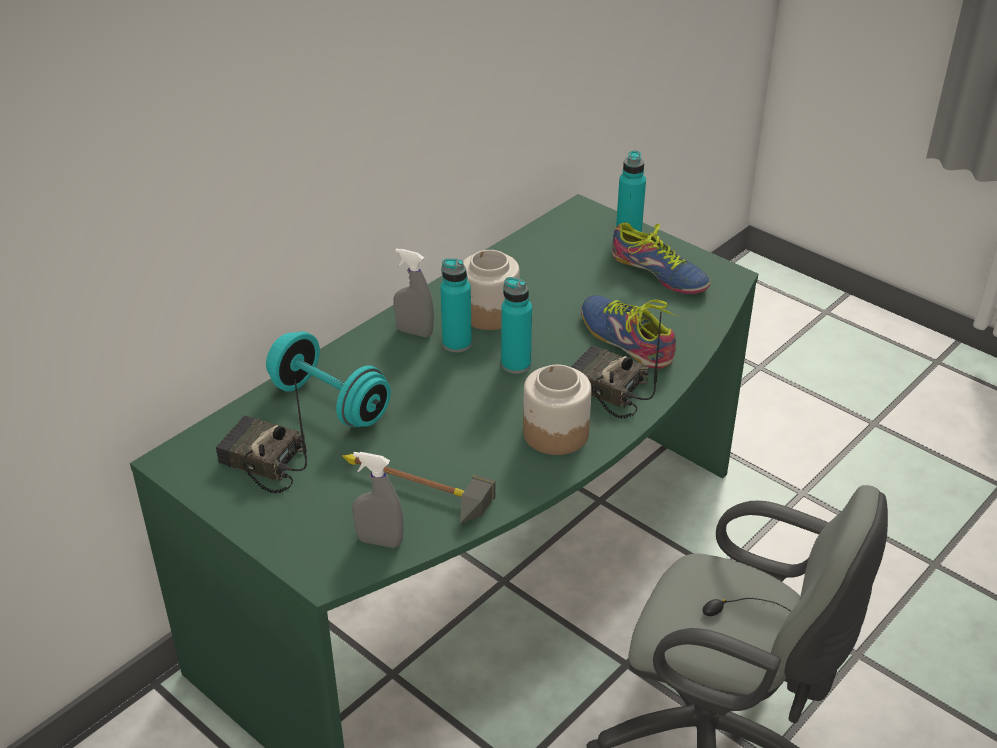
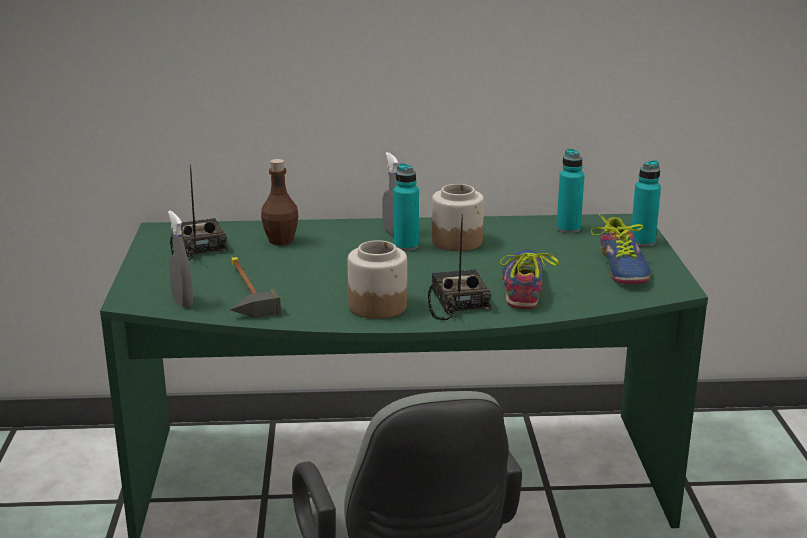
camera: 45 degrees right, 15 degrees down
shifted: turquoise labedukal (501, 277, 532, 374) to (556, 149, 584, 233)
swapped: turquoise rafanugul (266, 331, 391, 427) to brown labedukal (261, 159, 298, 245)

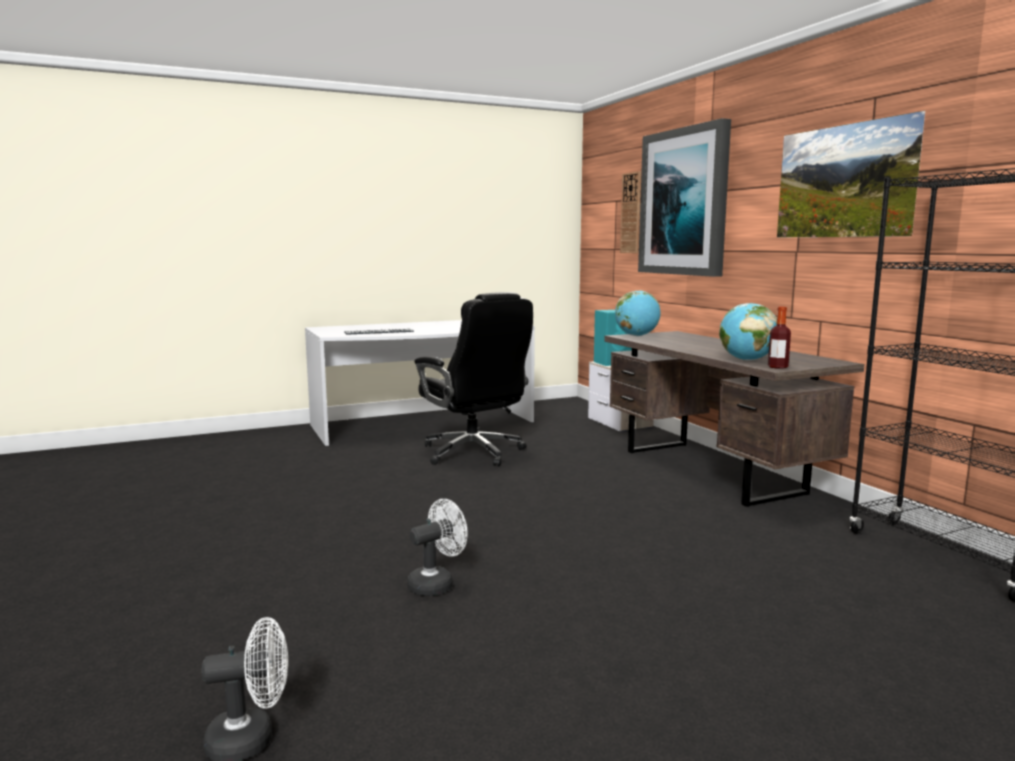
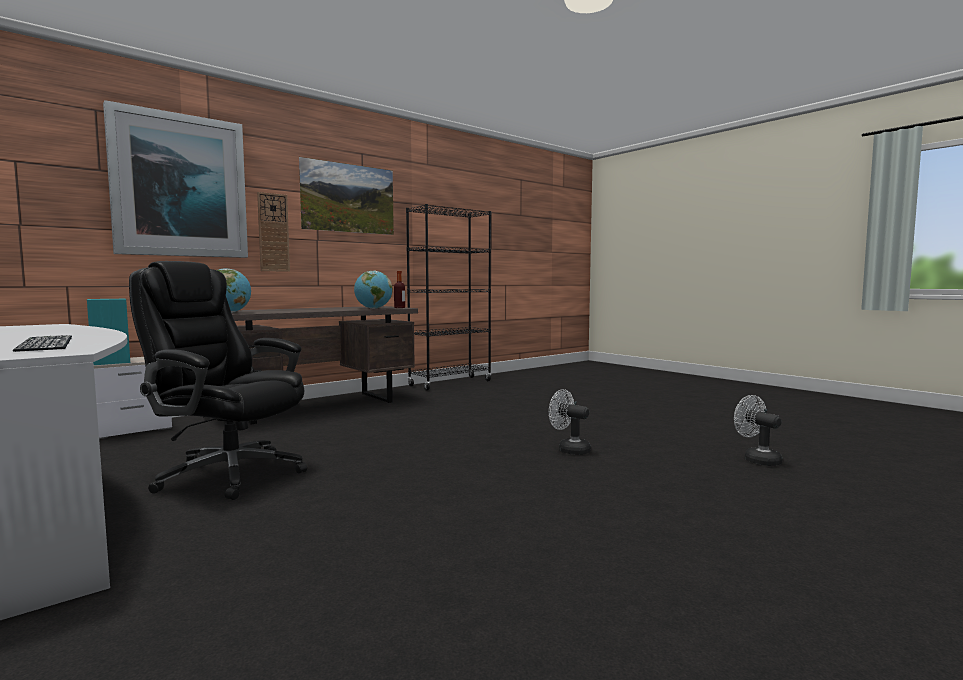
camera: 105 degrees left, 5 degrees down
shifted: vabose (620, 171, 641, 253) to (257, 192, 290, 272)
rotated: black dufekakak (414, 292, 533, 466) = (129, 261, 307, 500) 105 degrees counterclockwise

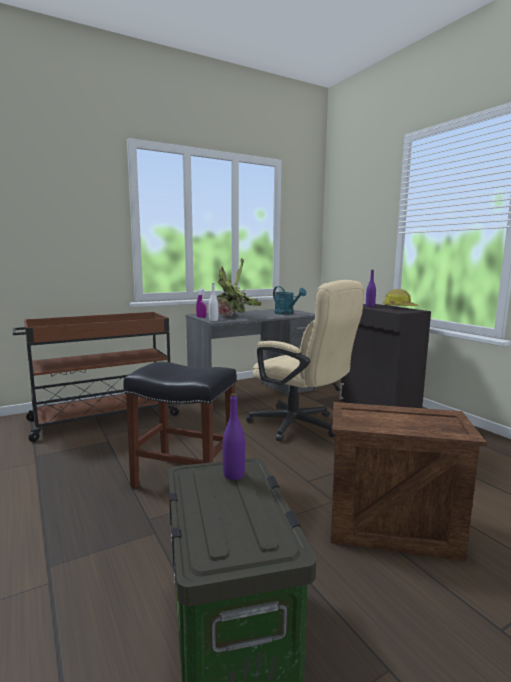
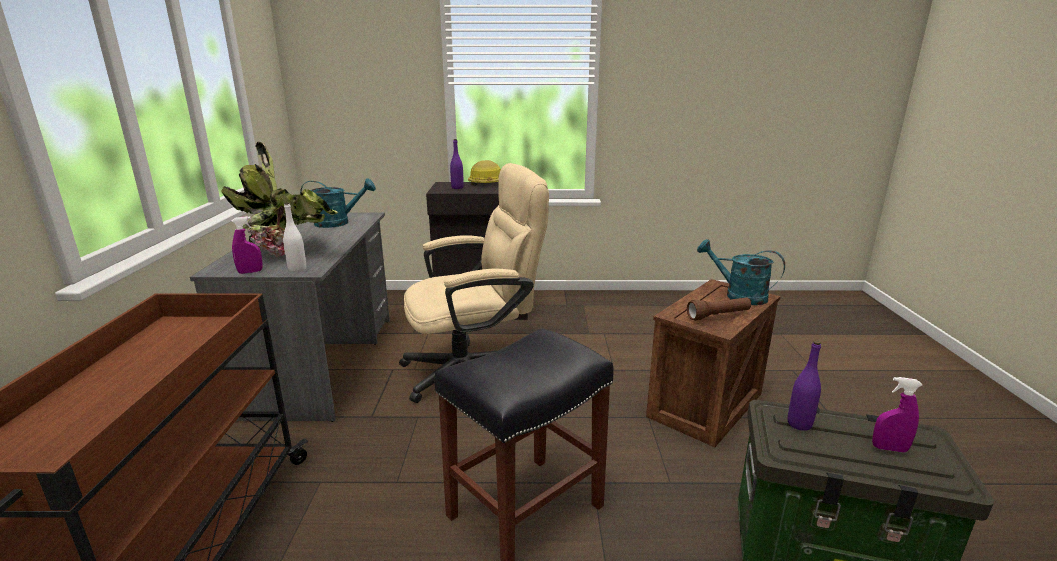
camera: 60 degrees left, 10 degrees up
new: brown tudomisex (687, 297, 751, 321); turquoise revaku (697, 239, 785, 305); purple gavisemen (872, 377, 923, 453)

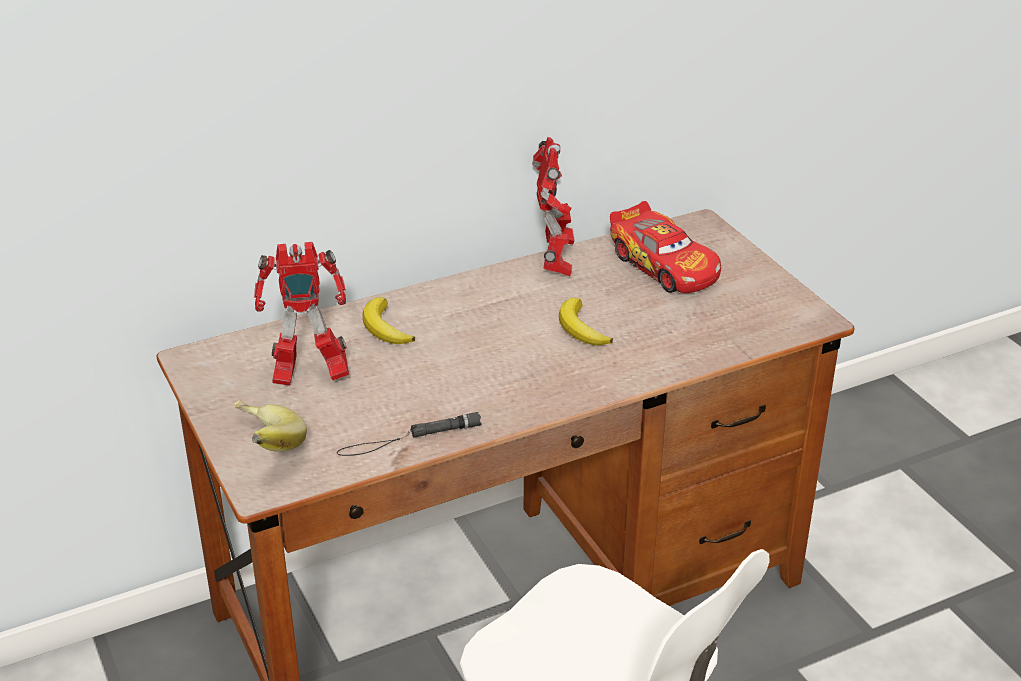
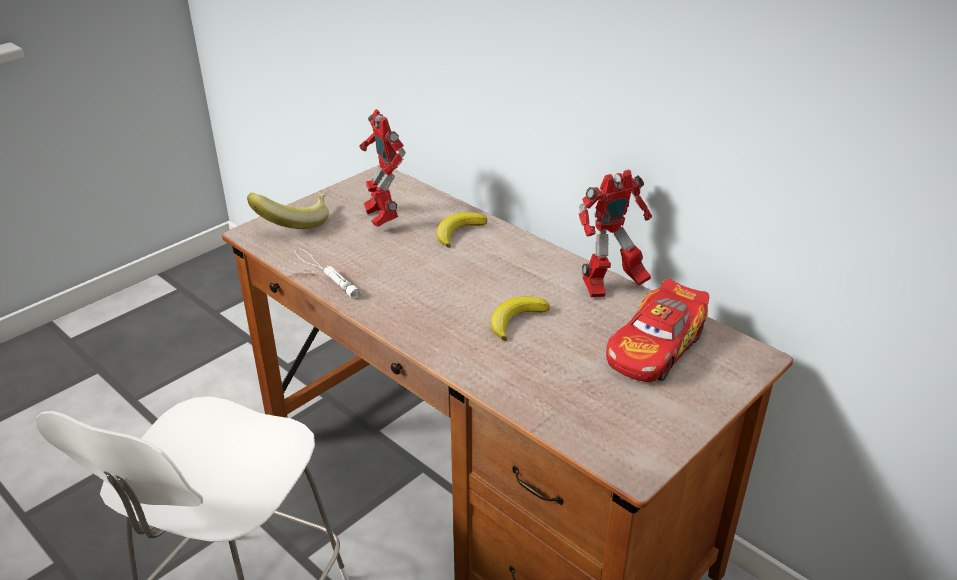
camera: 70 degrees right, 0 degrees up
repainted: black tudomisex (337, 412, 482, 456) to white tudomisex (295, 248, 361, 299)

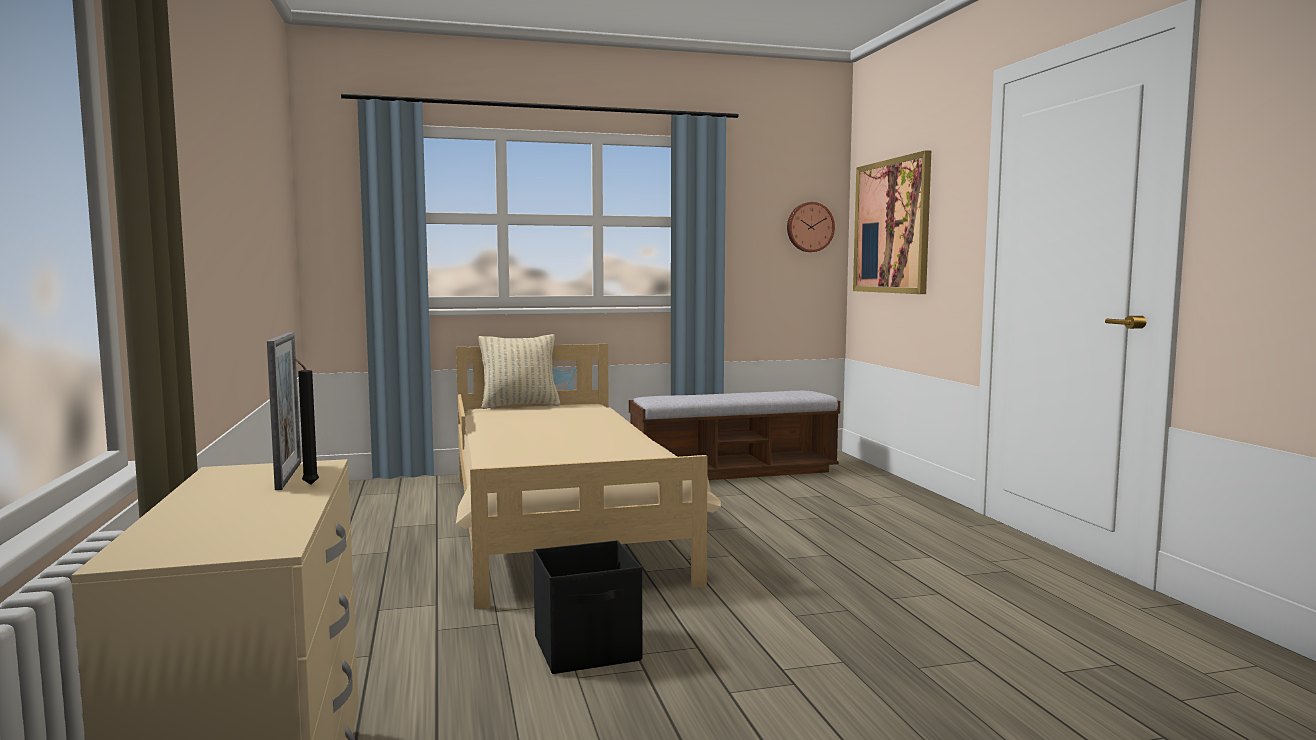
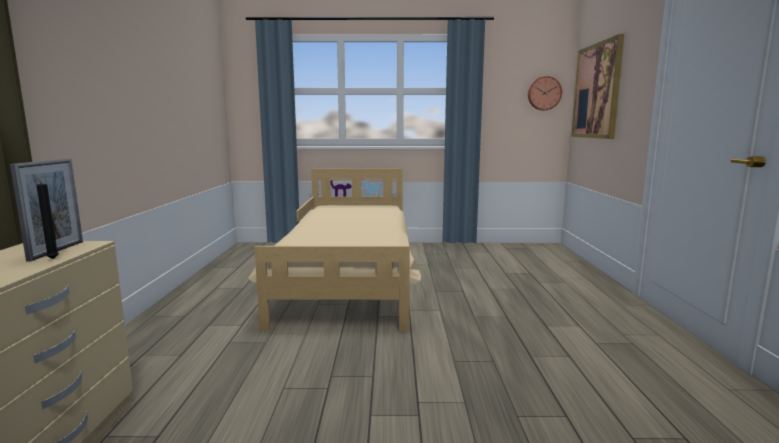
camera: 15 degrees right, 5 degrees up
gone: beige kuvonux (479, 334, 560, 409); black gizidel (533, 540, 642, 674); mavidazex (629, 391, 840, 480)

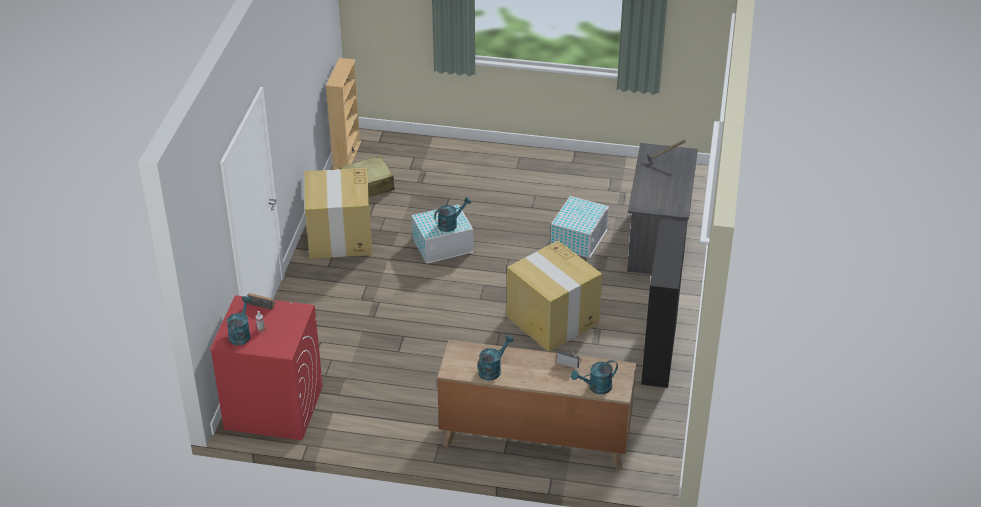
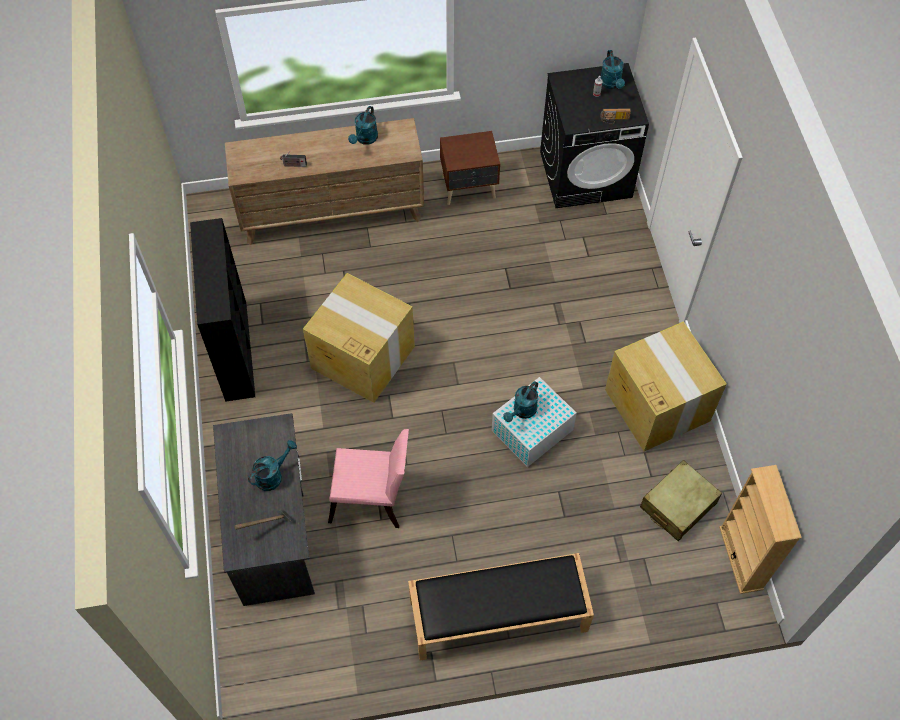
camera: 160 degrees right, 20 degrees up
new: black mavidazex (408, 553, 594, 660); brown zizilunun (440, 131, 500, 205)
shifted: turquoise revaku (571, 360, 618, 394) to (248, 440, 297, 491)
swapped: white gizidel (550, 196, 609, 258) to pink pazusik (328, 429, 409, 528)
repainted: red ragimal (210, 295, 323, 440) to black ragimal (540, 63, 649, 208)

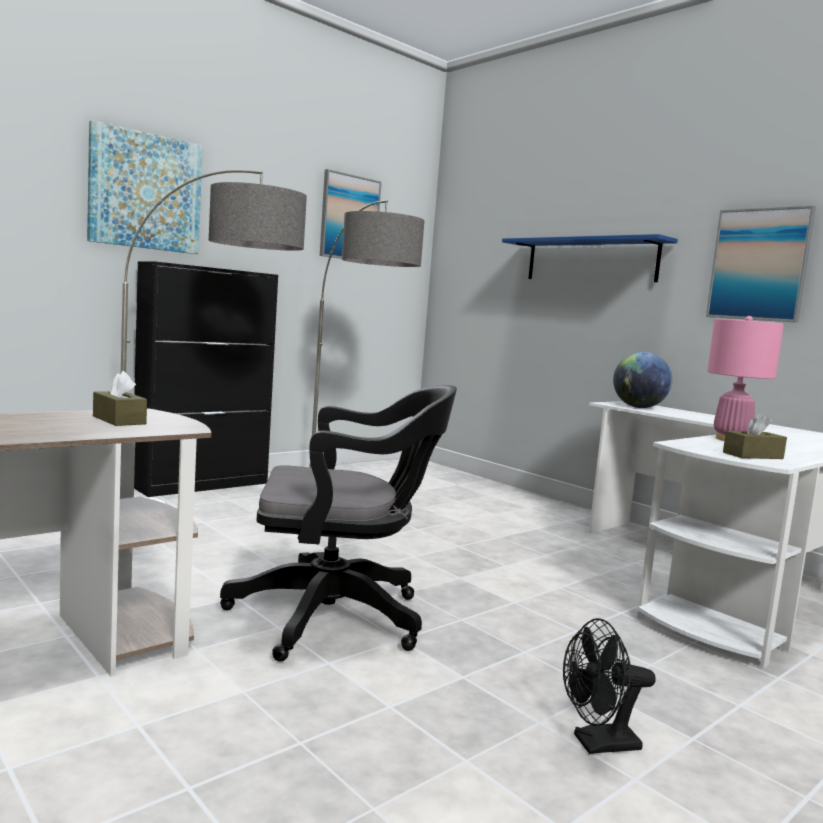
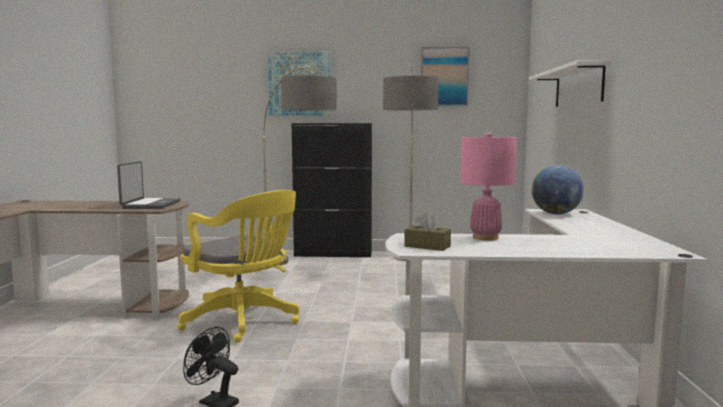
camera: 45 degrees right, 0 degrees up
gone: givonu (706, 206, 816, 323)
swapped: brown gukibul (93, 371, 147, 426) to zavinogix (117, 161, 181, 209)
repainted: black dufekakak (220, 385, 457, 662) to yellow dufekakak (177, 190, 299, 343); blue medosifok (502, 234, 678, 282) to white medosifok (529, 60, 612, 107)

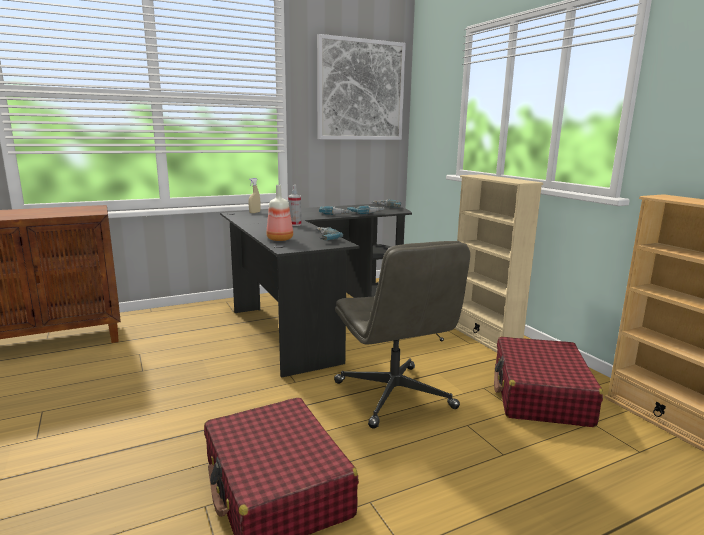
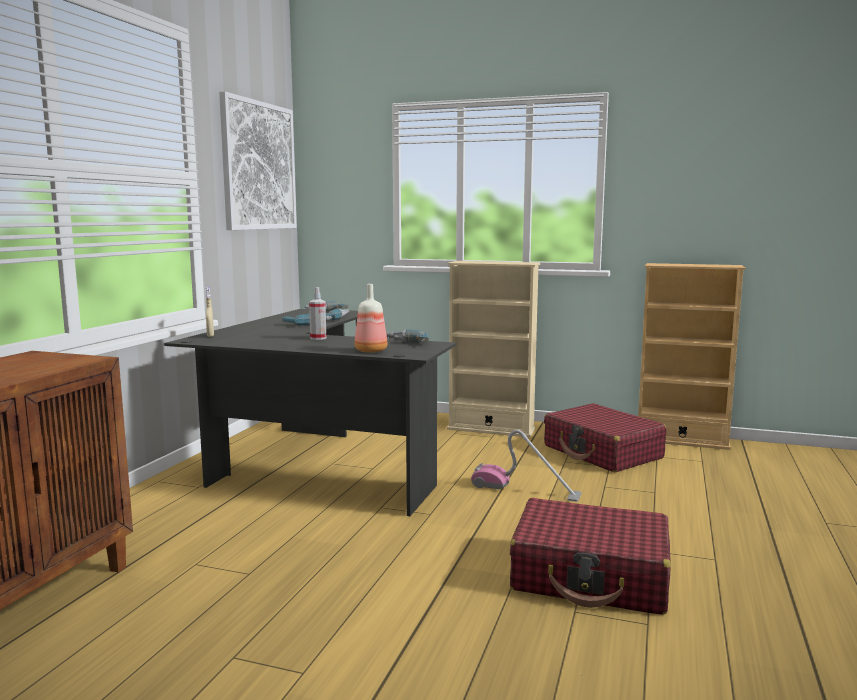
camera: 45 degrees left, 5 degrees down
swapped: grey dufekakak (334, 241, 470, 429) to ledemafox (471, 429, 582, 502)

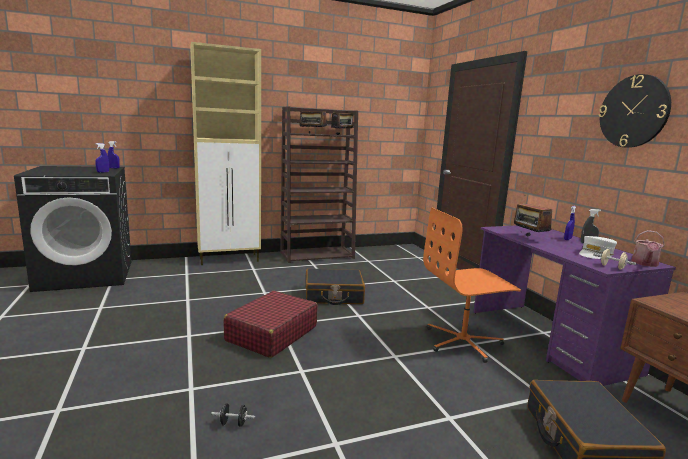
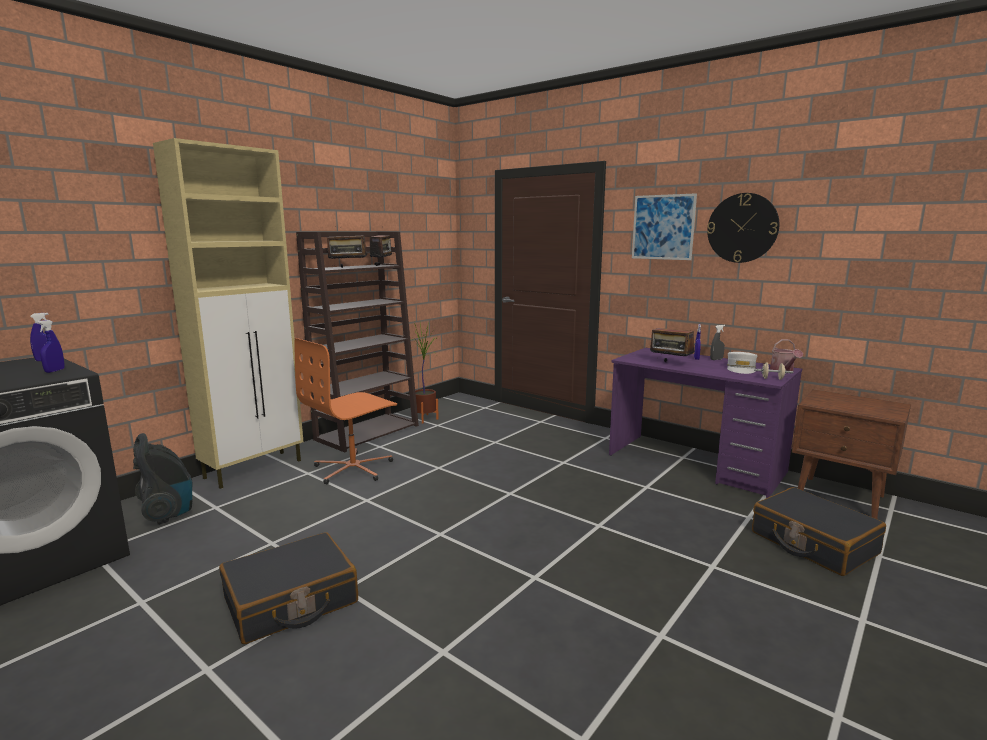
camera: 30 degrees left, 0 degrees up
gone: black rafanugul (211, 403, 256, 427); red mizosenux (224, 291, 318, 358)
new: ledemafox (133, 433, 192, 525); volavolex (411, 322, 439, 423); givonu (632, 193, 697, 260)
shifted: black mizosenux (305, 268, 365, 305) to (219, 532, 358, 644); orange dufekakak (423, 208, 521, 363) to (294, 338, 397, 484)

